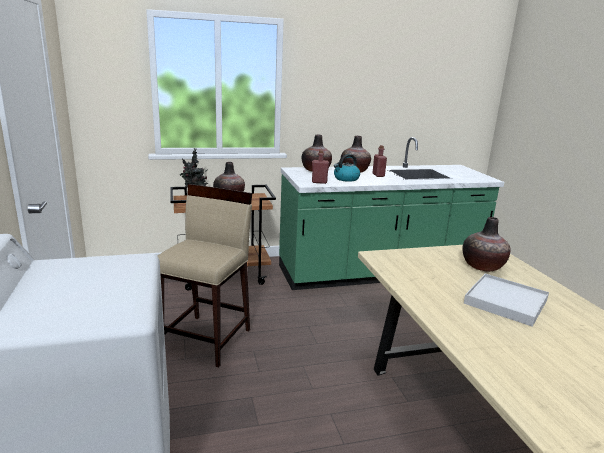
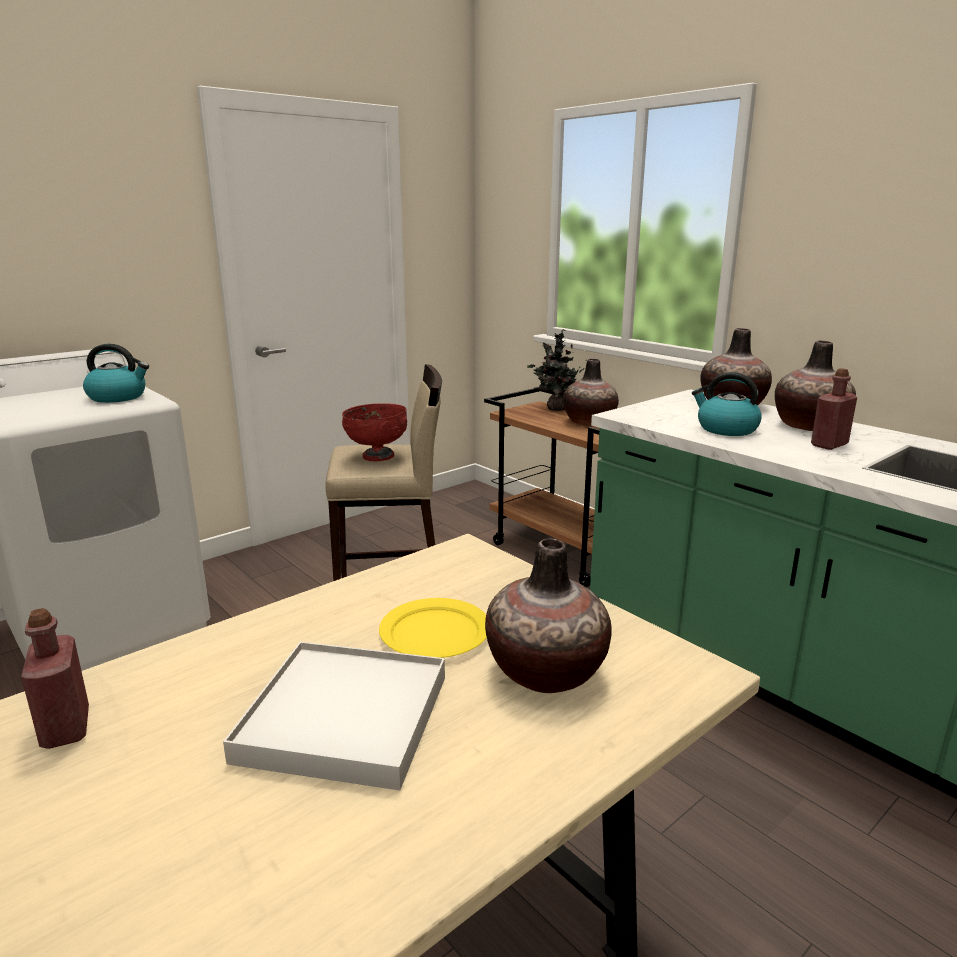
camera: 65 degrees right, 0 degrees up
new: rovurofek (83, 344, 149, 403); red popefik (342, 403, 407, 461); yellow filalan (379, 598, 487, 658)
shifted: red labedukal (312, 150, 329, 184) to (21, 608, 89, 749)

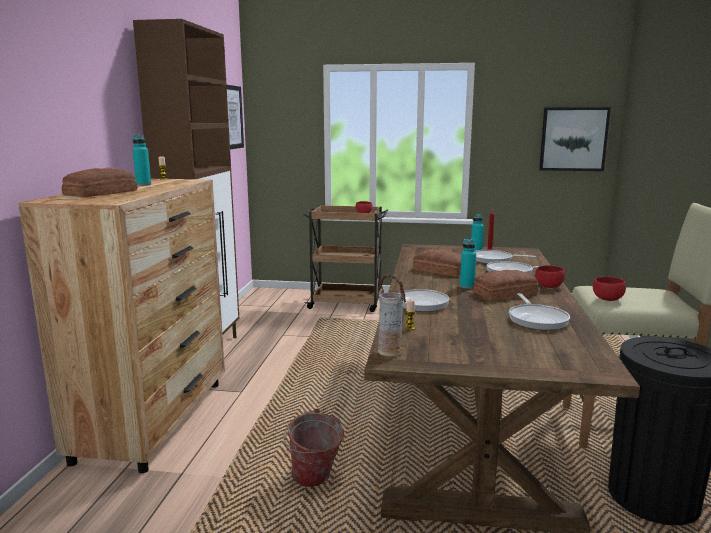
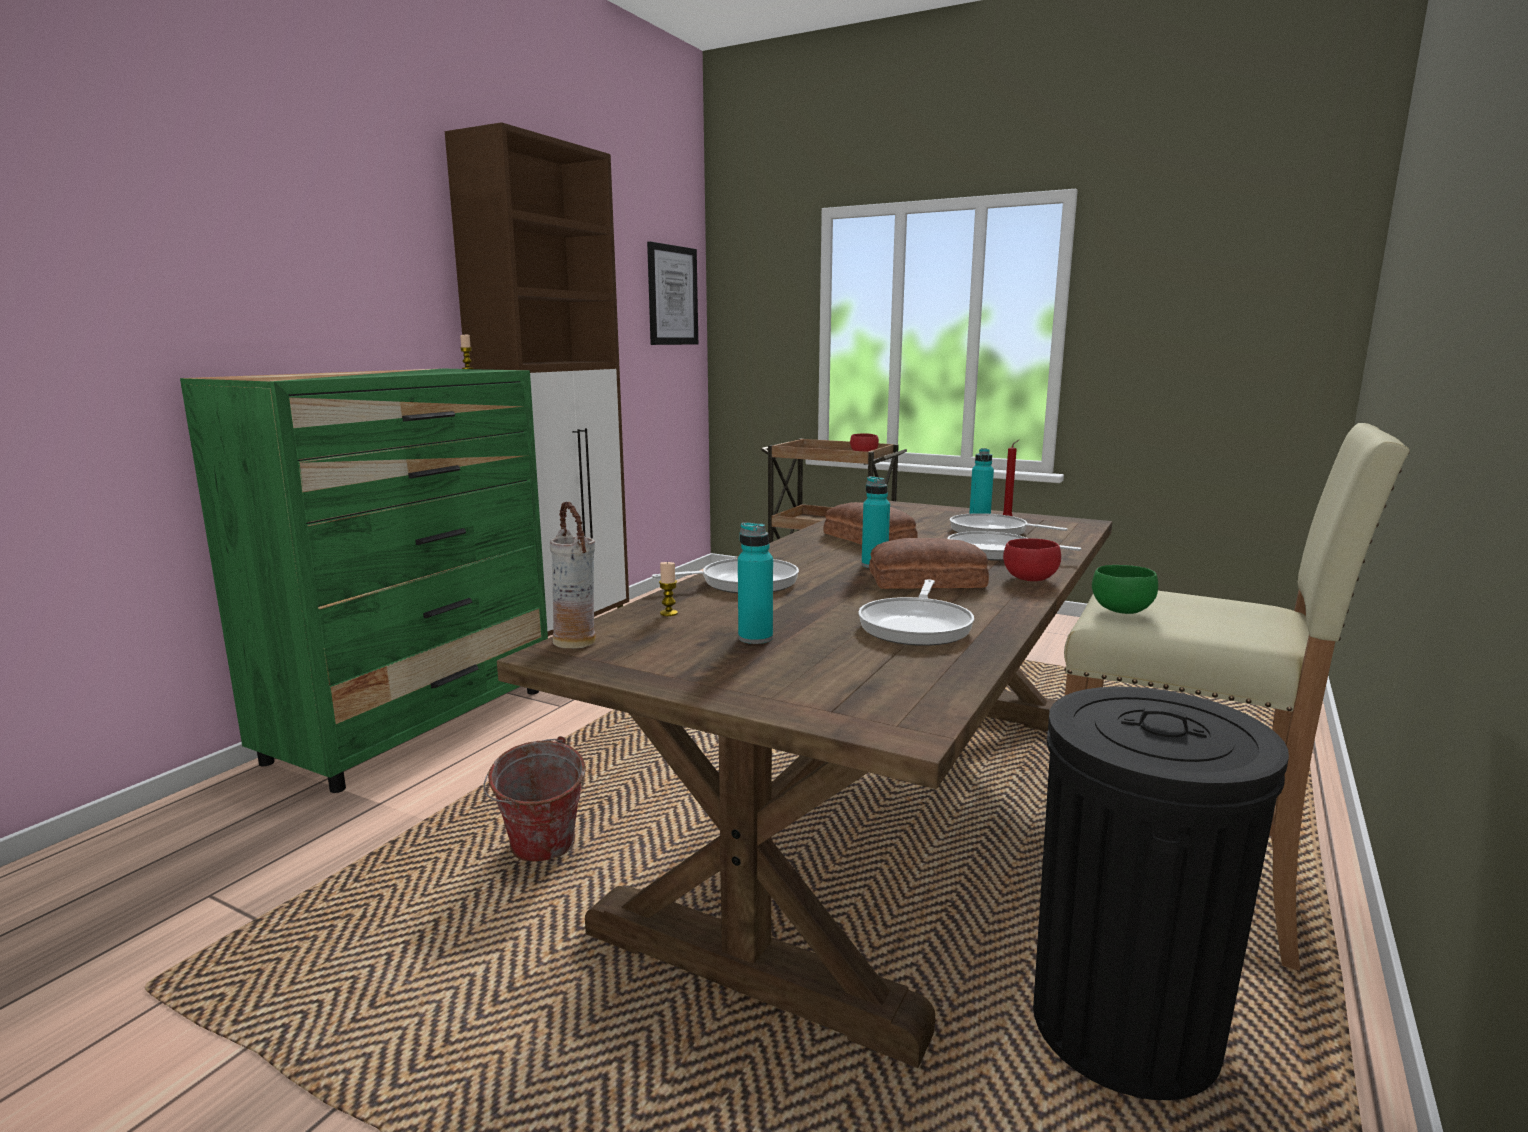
camera: 20 degrees right, 0 degrees up
gone: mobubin (62, 168, 138, 197); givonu (539, 107, 611, 171)
shifted: turquoise labedukal (132, 135, 151, 185) to (738, 522, 773, 644)
repainted: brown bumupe (19, 179, 225, 473) to green bumupe (180, 369, 548, 793); red popefik (593, 277, 626, 301) to green popefik (1092, 565, 1158, 614)

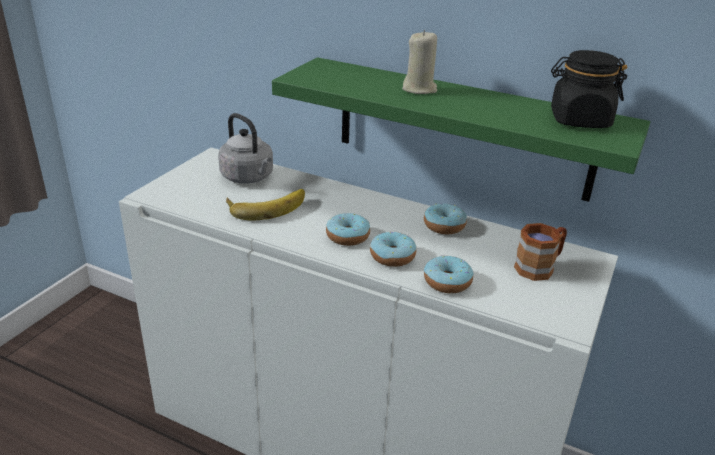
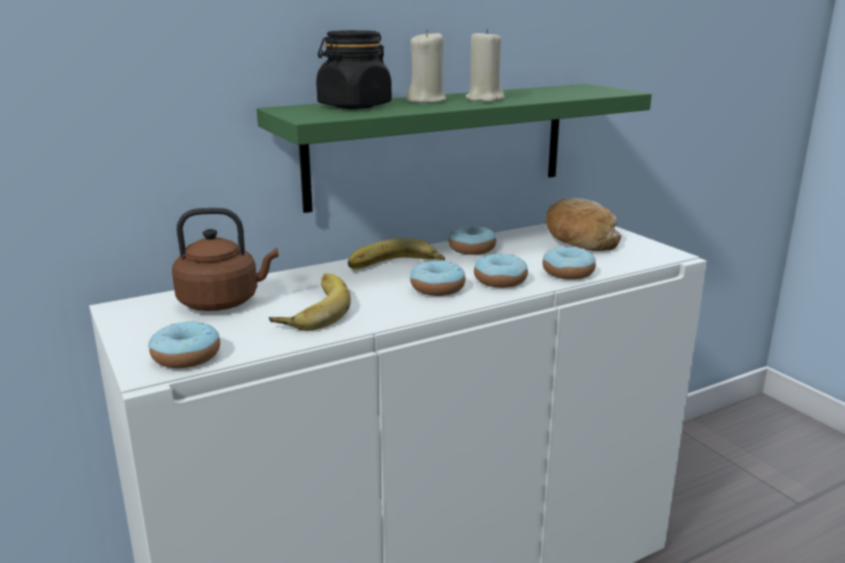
camera: 55 degrees left, 10 degrees down
new: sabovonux (148, 321, 220, 368); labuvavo (348, 238, 445, 269); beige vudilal (466, 29, 504, 102)
shifted: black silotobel (551, 50, 627, 128) to (316, 30, 392, 109)
swapped: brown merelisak (514, 223, 567, 281) to mobubin (546, 198, 621, 251)
repainted: grey rovurofek (218, 113, 273, 184) to brown rovurofek (172, 208, 278, 311)

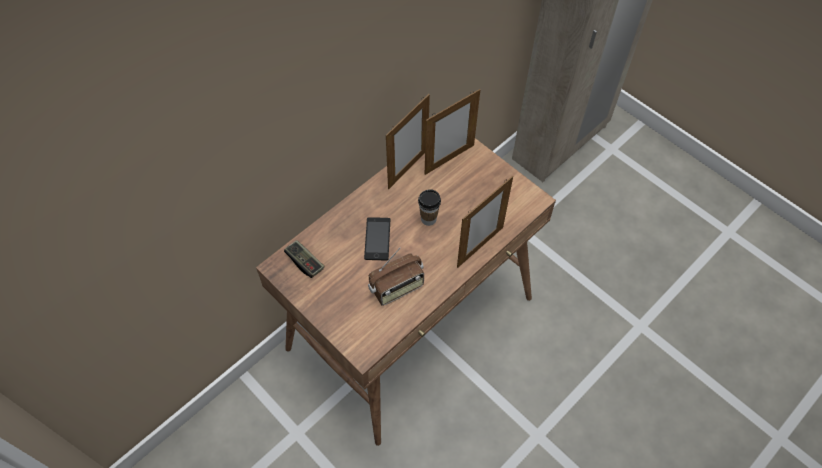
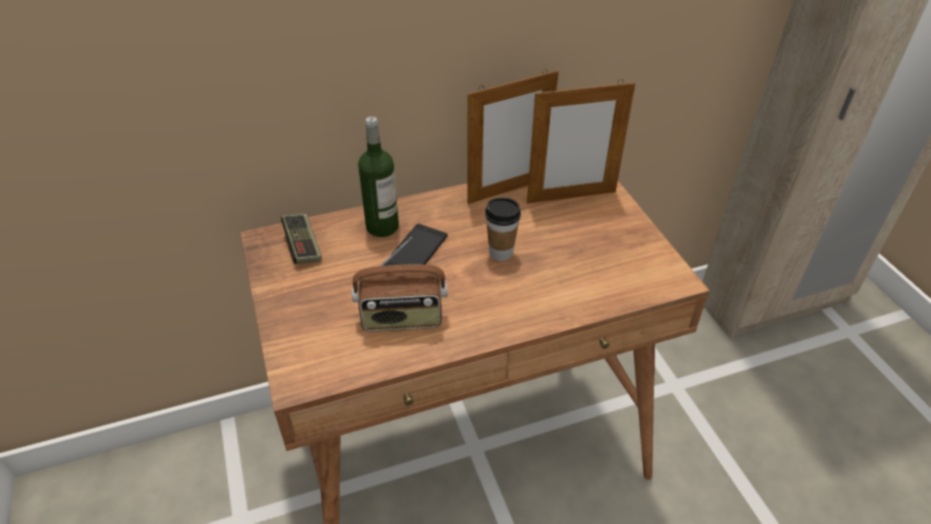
camera: 25 degrees right, 15 degrees down
gone: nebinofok (457, 176, 513, 268)
new: labedukal (358, 116, 399, 237)

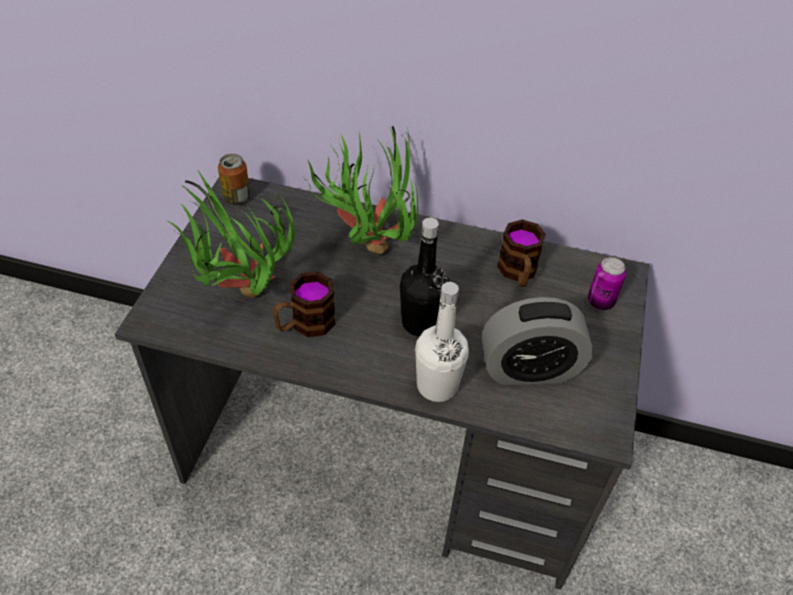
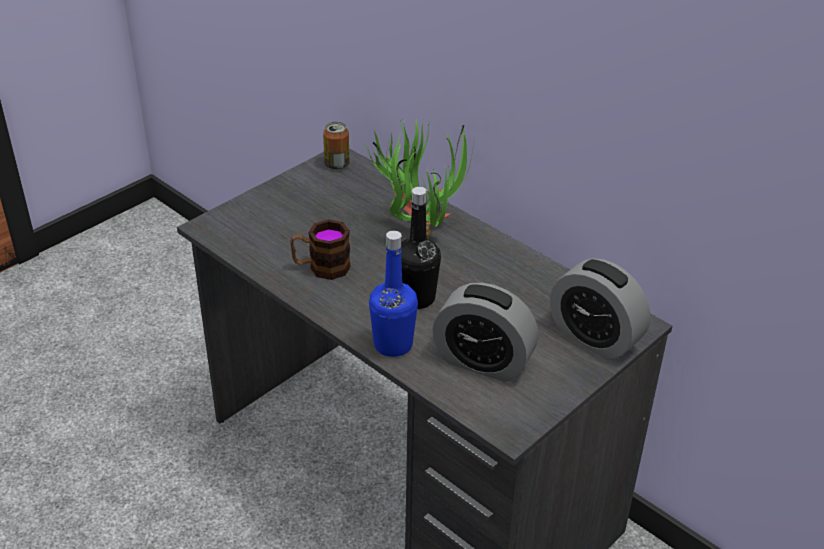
camera: 30 degrees right, 10 degrees down
gone: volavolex (167, 171, 295, 297); merelisak (497, 219, 546, 287)
swapped: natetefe (588, 257, 626, 310) to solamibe (550, 258, 651, 360)
repainted: white labedukal (415, 282, 469, 402) to blue labedukal (369, 231, 418, 357)

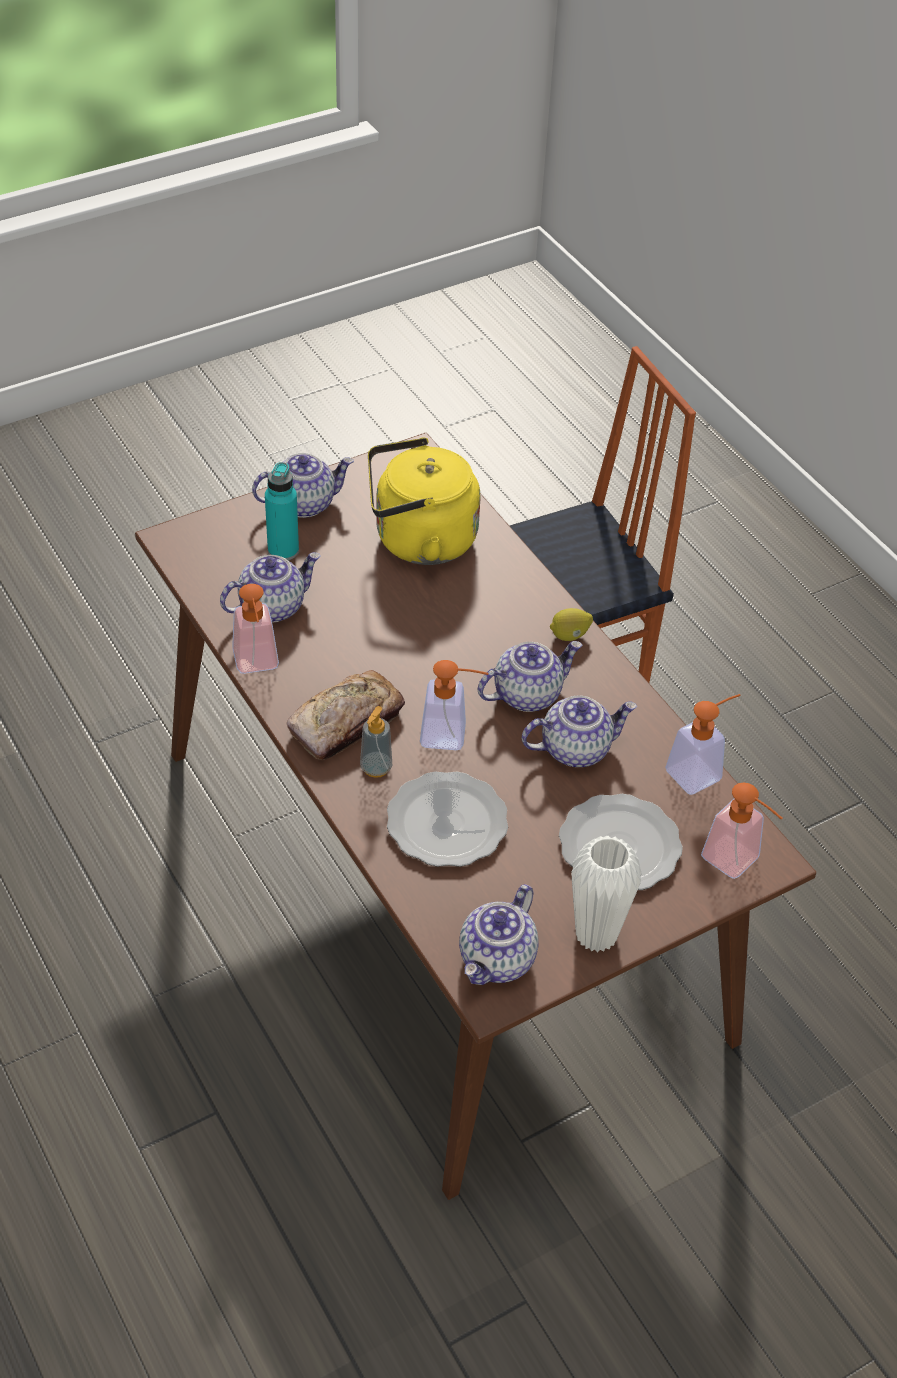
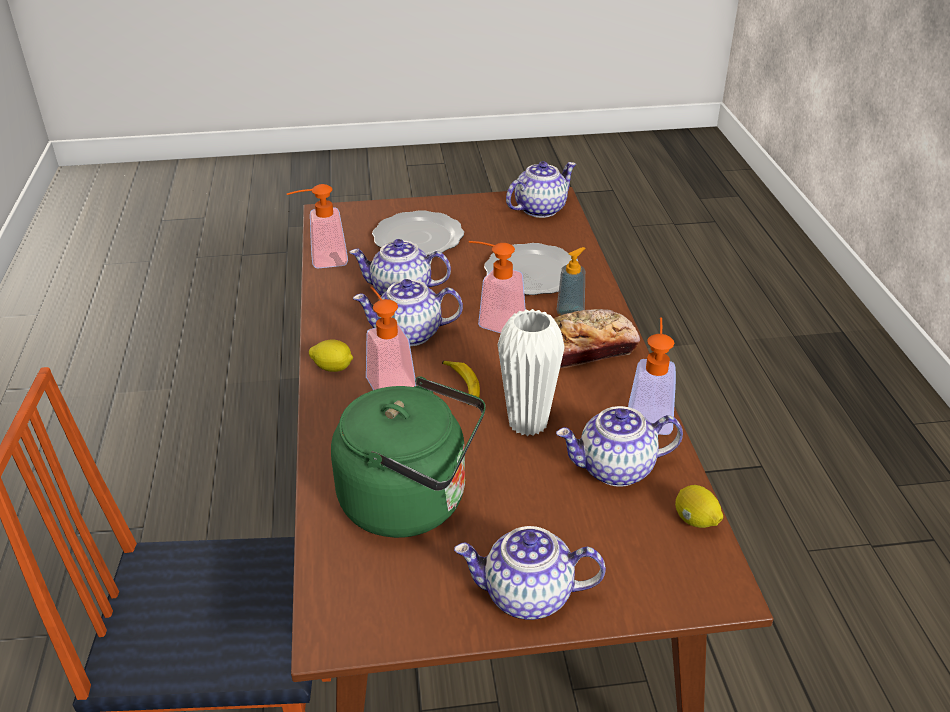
camera: 155 degrees left, 10 degrees down
gone: turquoise labedukal (265, 462, 299, 560)
new: labuvavo (442, 361, 480, 405); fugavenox (675, 485, 723, 528)
shifted: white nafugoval (571, 836, 642, 952) to (497, 309, 565, 436); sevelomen (701, 782, 783, 879) to (366, 286, 416, 390)
repainted: yellow rovurofek (368, 437, 481, 565) to green rovurofek (331, 376, 486, 538)

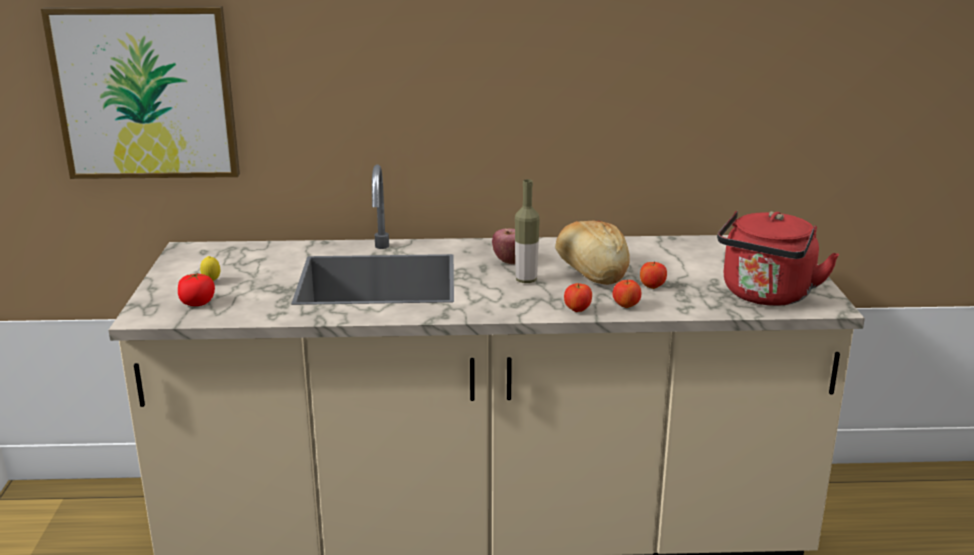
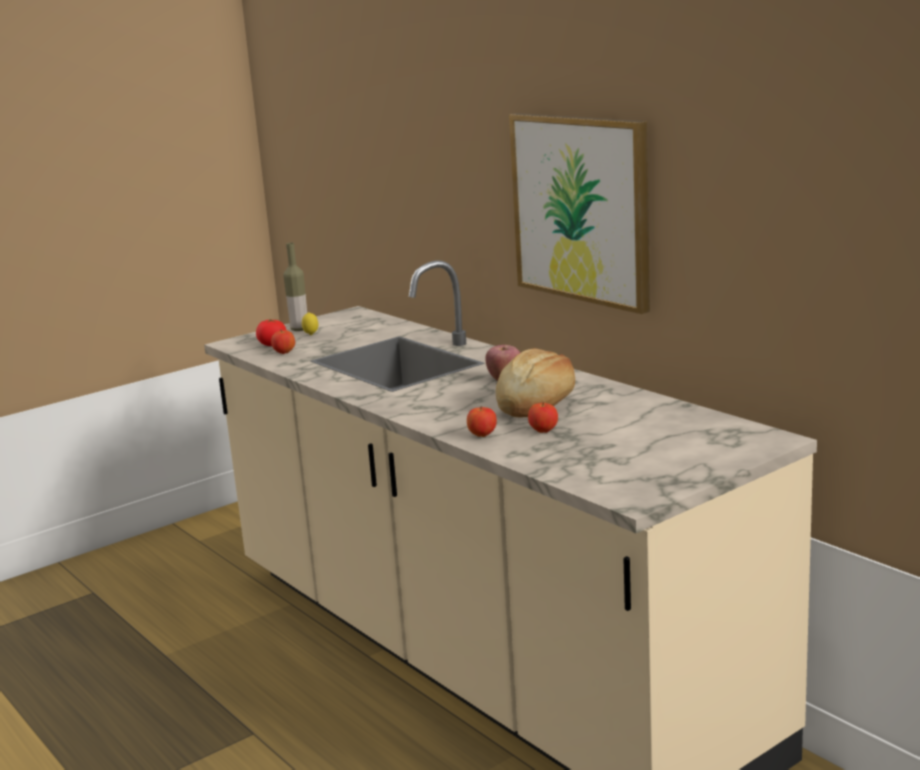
camera: 55 degrees right, 5 degrees down
gone: red rovurofek (717, 211, 839, 306)
shifted: givonu (41, 6, 240, 179) to (509, 113, 650, 314); labedukal (515, 179, 540, 283) to (283, 243, 307, 331); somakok (564, 283, 592, 312) to (271, 330, 295, 354)

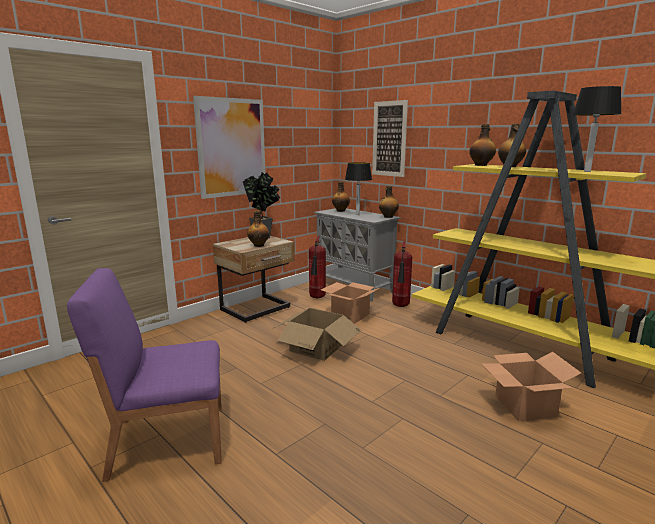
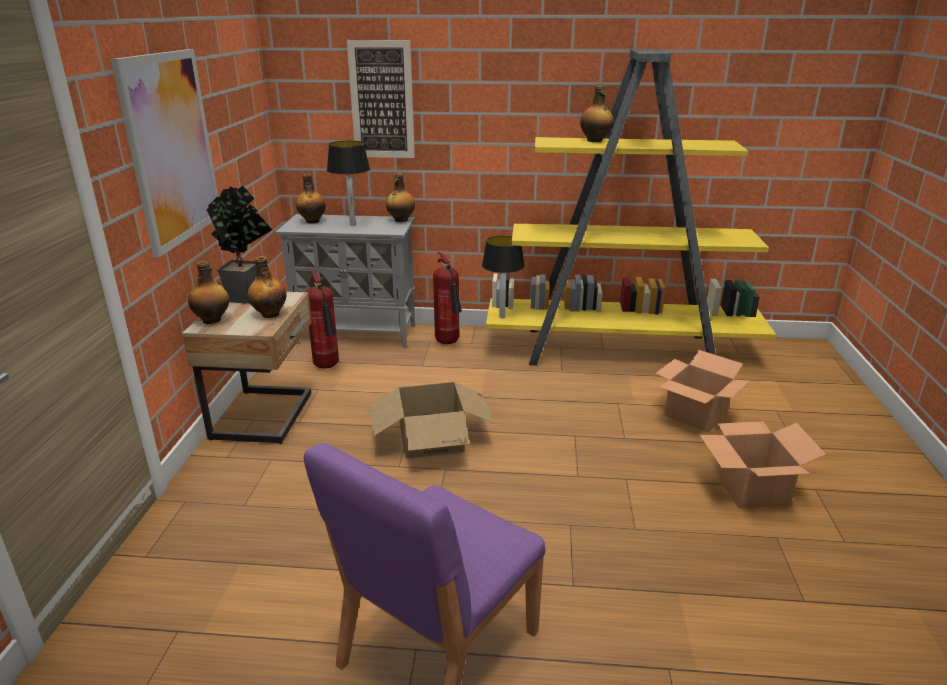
camera: 40 degrees left, 10 degrees up
shifted: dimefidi (321, 282, 380, 324) to (700, 421, 826, 509); labedukal (469, 124, 496, 166) to (188, 261, 229, 324); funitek (573, 86, 622, 172) to (482, 236, 525, 318)

